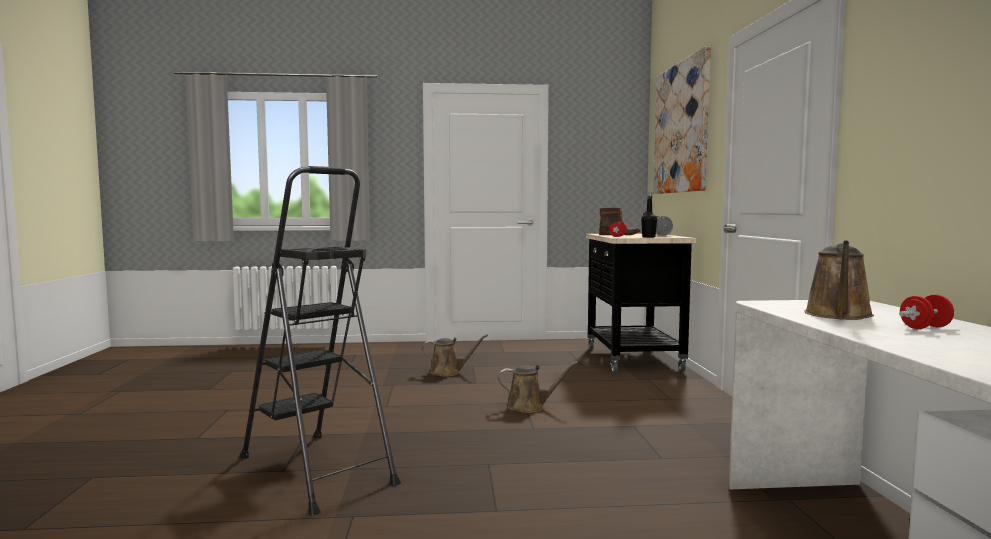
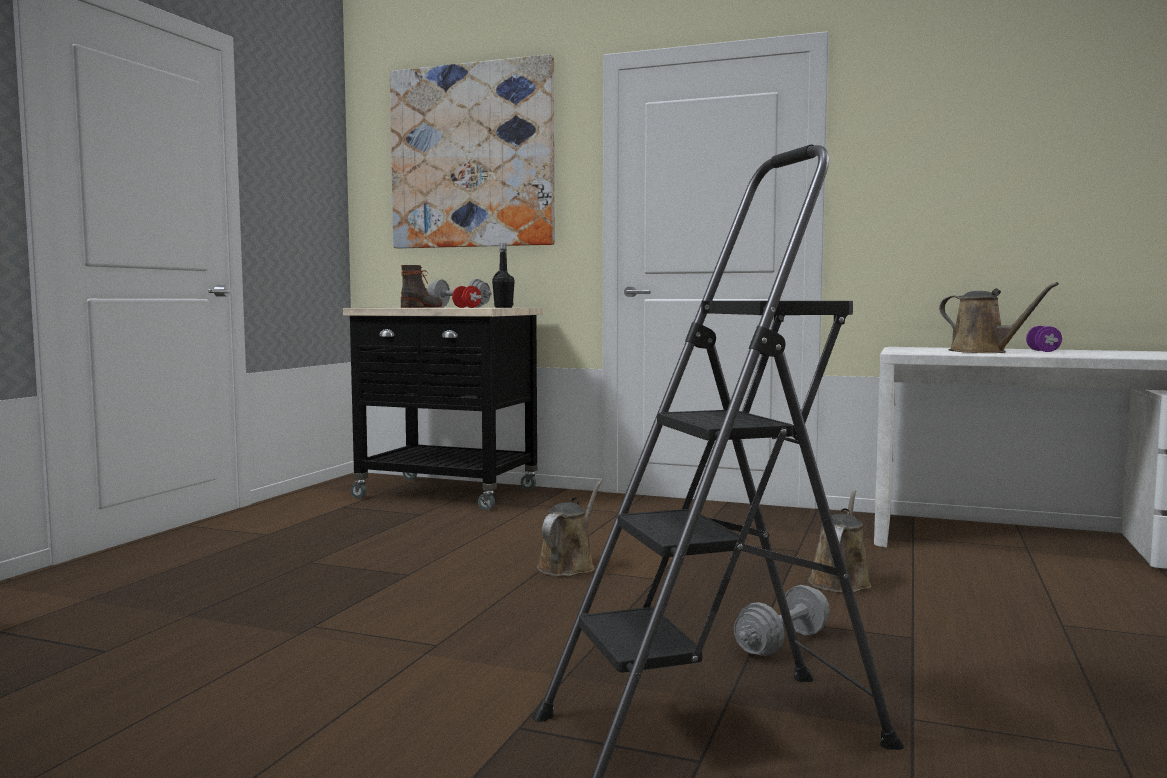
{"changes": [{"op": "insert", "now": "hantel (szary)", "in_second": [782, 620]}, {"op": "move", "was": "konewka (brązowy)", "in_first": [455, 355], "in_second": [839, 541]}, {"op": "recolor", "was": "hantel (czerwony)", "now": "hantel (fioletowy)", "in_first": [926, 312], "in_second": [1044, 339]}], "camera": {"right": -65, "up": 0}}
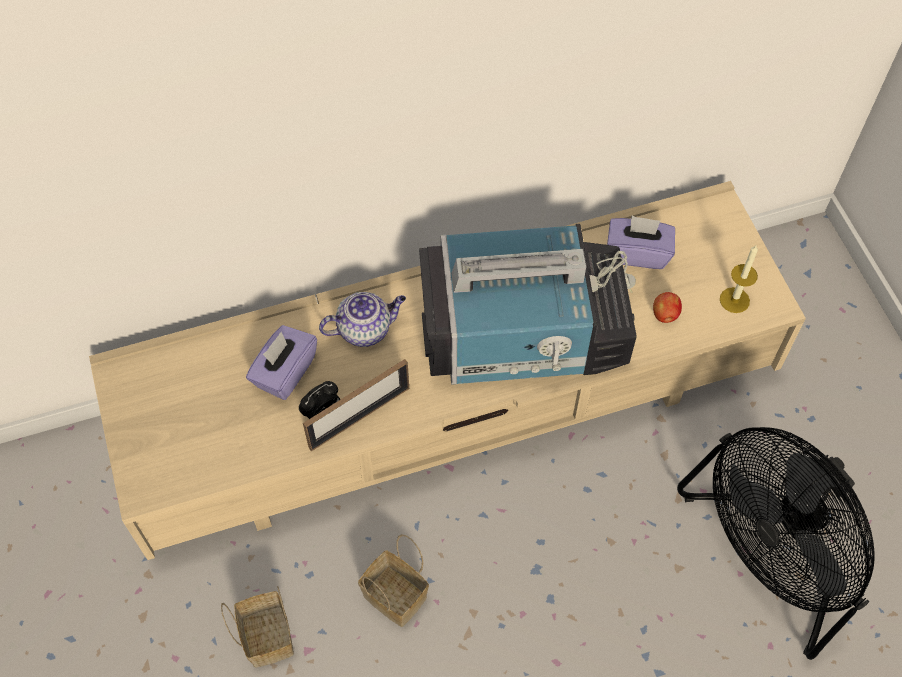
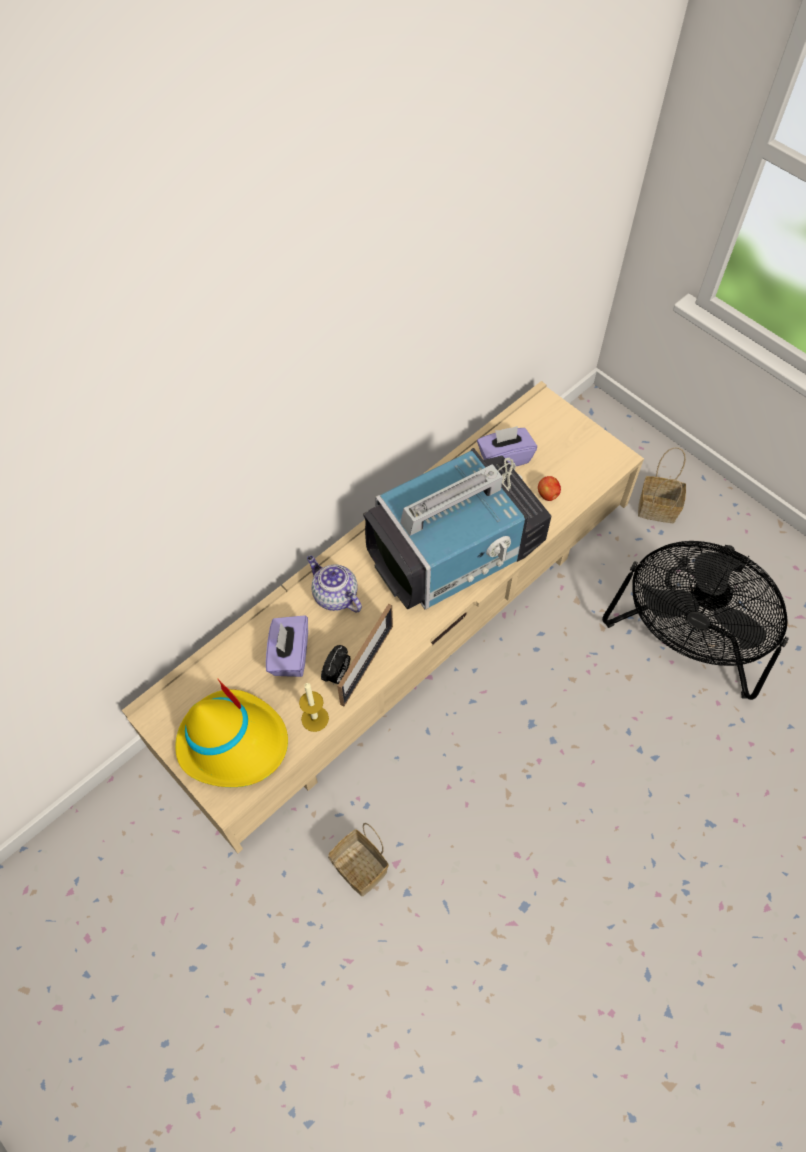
{"changes": [{"op": "insert", "now": "kapelusz (żółty)", "in_second": [231, 732]}, {"op": "move", "was": "świeca", "in_first": [739, 279], "in_second": [314, 707]}, {"op": "rotate", "was": "imbryk", "in_first": [362, 319], "in_second": [334, 584], "clockwise": -90}, {"op": "move", "was": "koszyk", "in_first": [393, 580], "in_second": [662, 485]}], "camera": {"right": -25, "up": 0}}
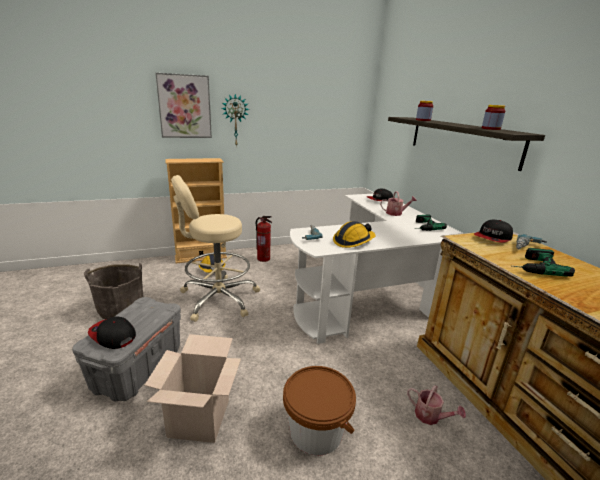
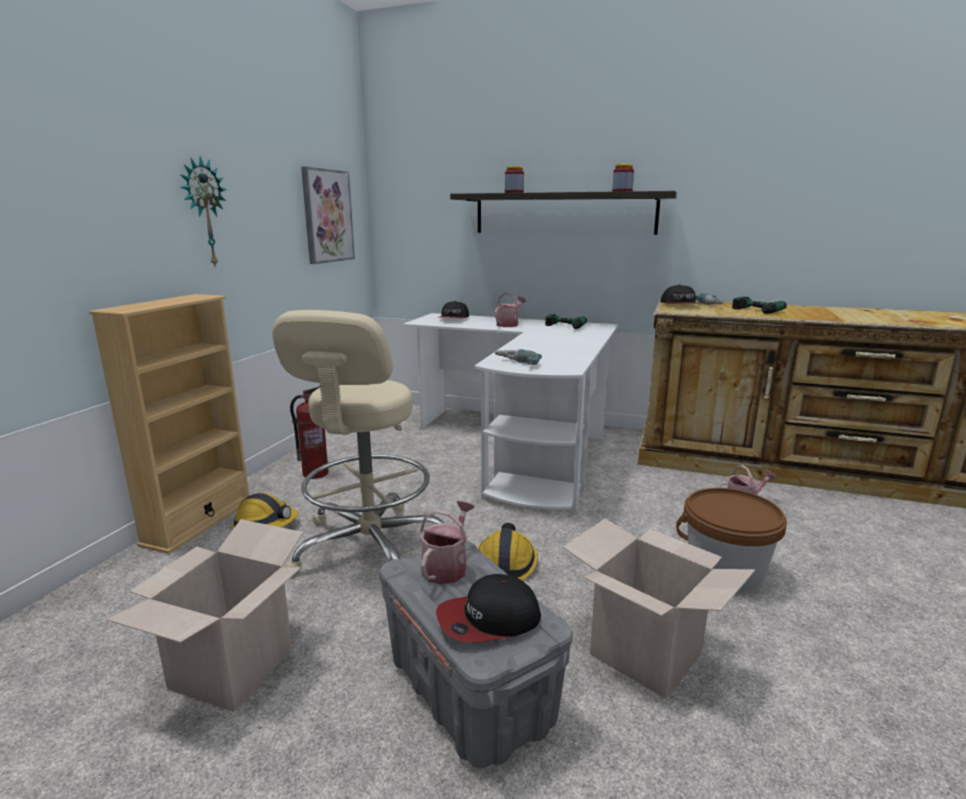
{"changes": [{"op": "replace", "was": "wiadro (szary)", "now": "karton", "in_first": [113, 291], "in_second": [205, 615]}, {"op": "move", "was": "obraz", "in_first": [183, 105], "in_second": [328, 215]}, {"op": "insert", "now": "konewka", "in_second": [447, 543]}, {"op": "move", "was": "kask", "in_first": [354, 234], "in_second": [507, 551]}], "camera": {"right": -50, "up": -5}}
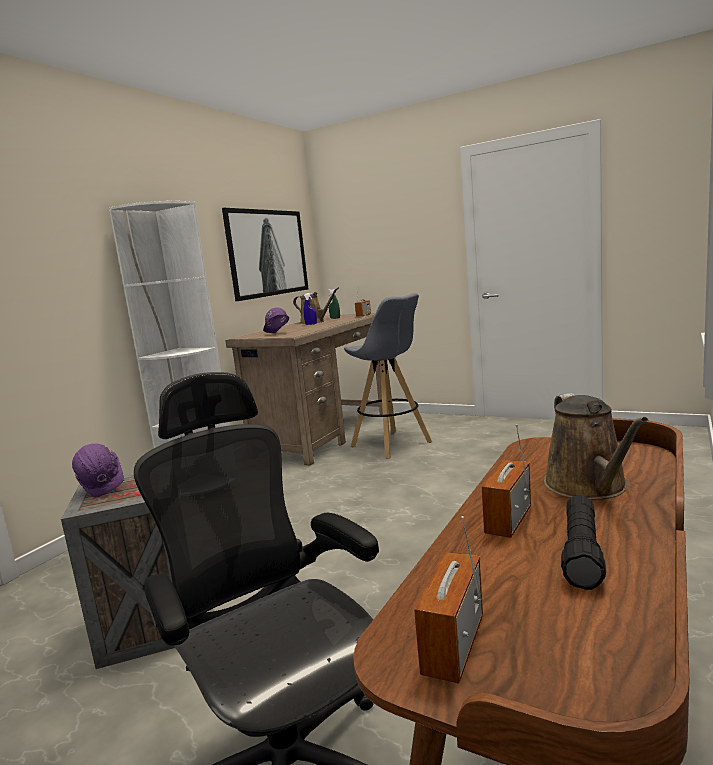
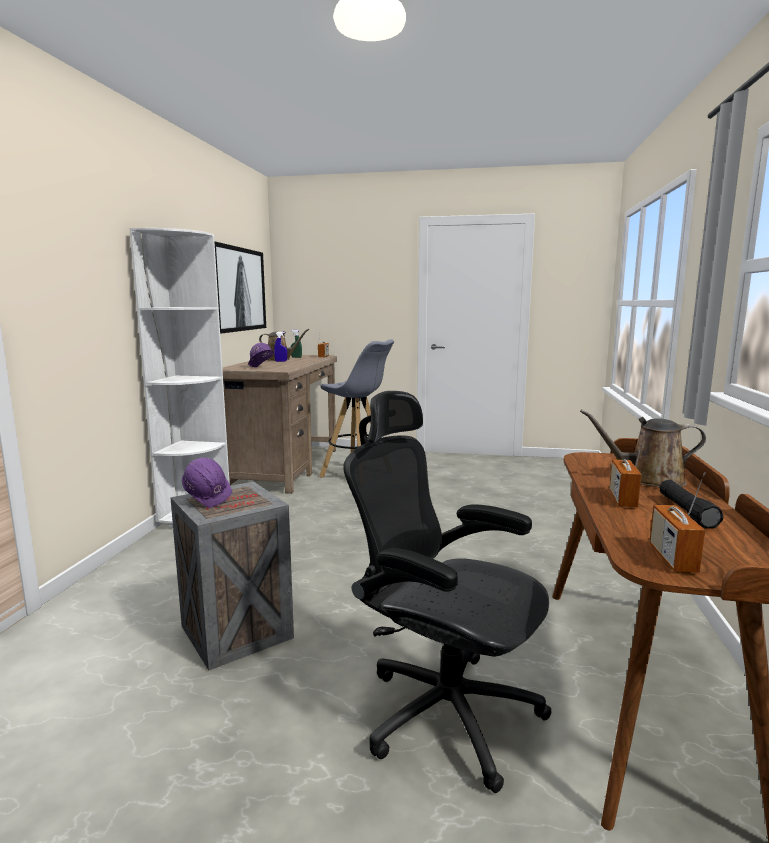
{"changes": [{"op": "rotate", "was": "konewka (brązowy)", "in_first": [596, 446], "in_second": [643, 448], "clockwise": 120}], "camera": {"right": -20, "up": 0}}
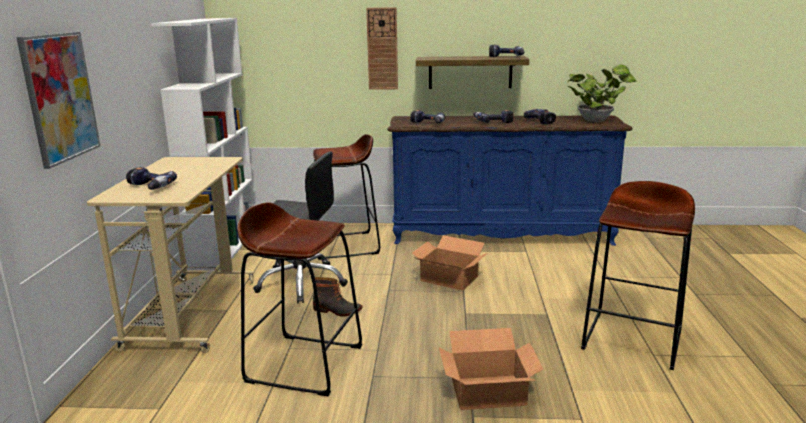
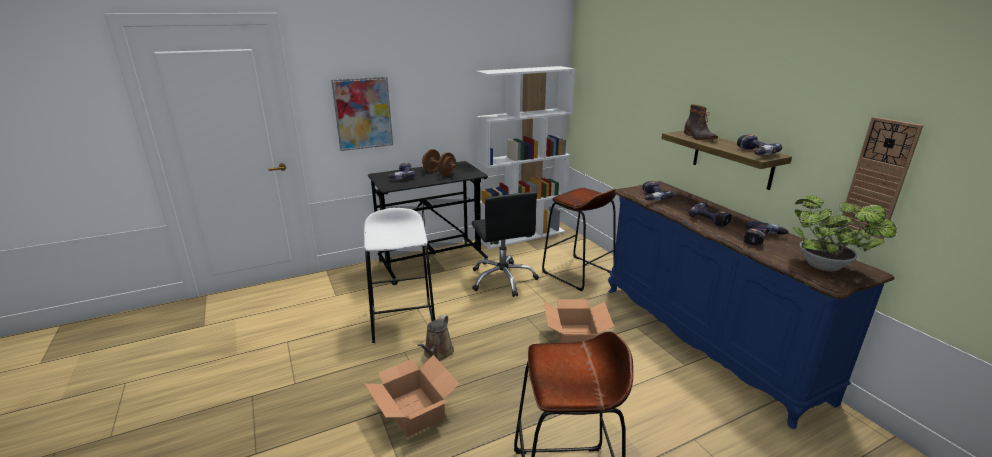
{"changes": [{"op": "recolor", "was": "stołek (brązowy)", "now": "stołek (biały)", "in_first": [300, 299], "in_second": [399, 275]}, {"op": "recolor", "was": "biurko (beżowy)", "now": "biurko (czarny)", "in_first": [170, 255], "in_second": [428, 223]}, {"op": "insert", "now": "konewka (brązowy)", "in_second": [435, 338]}, {"op": "insert", "now": "hantel (brązowy)", "in_second": [439, 162]}, {"op": "move", "was": "but z cholewką", "in_first": [338, 296], "in_second": [701, 122]}, {"op": "move", "was": "zegar ścienny", "in_first": [382, 48], "in_second": [883, 178]}], "camera": {"right": 60, "up": 5}}
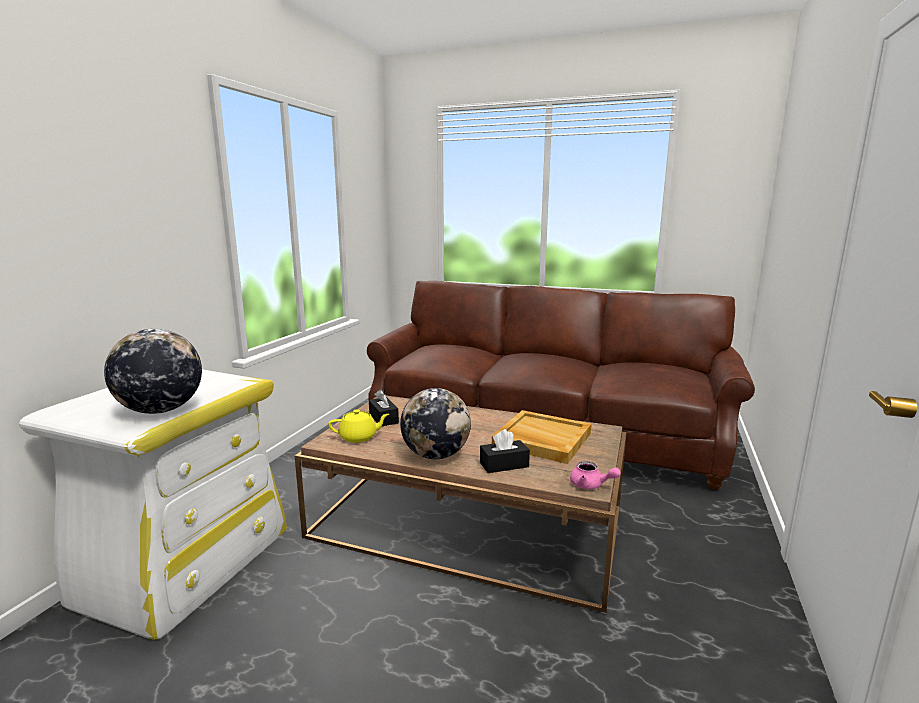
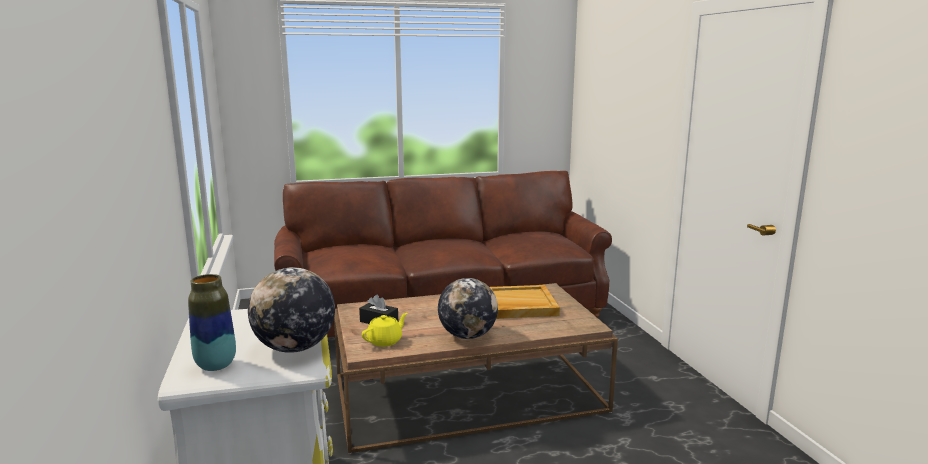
{"changes": [{"op": "insert", "now": "wazon", "in_second": [212, 322]}, {"op": "delete", "was": "pudełko chusteczek (czarny)", "in_first": [505, 451]}, {"op": "delete", "was": "imbryk (różowy)", "in_first": [595, 475]}], "camera": {"right": -35, "up": 0}}
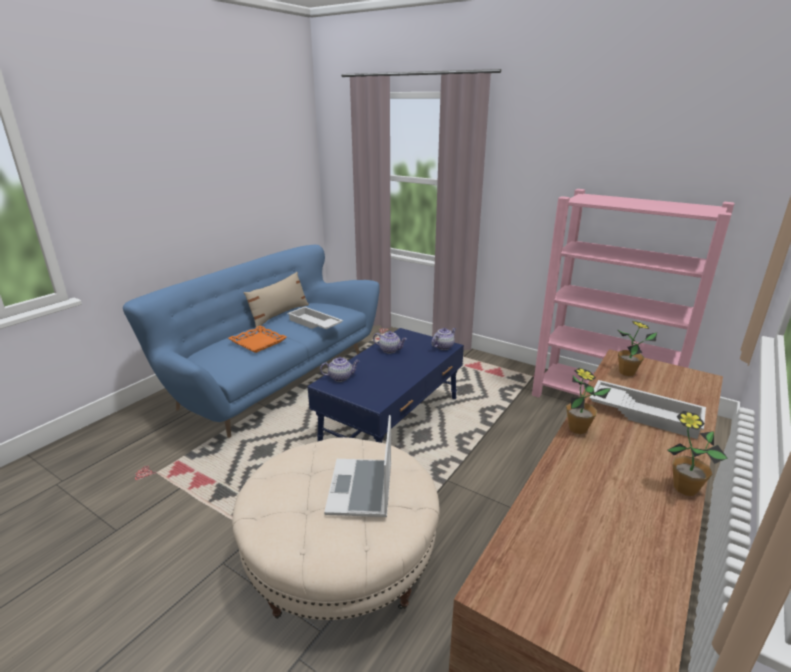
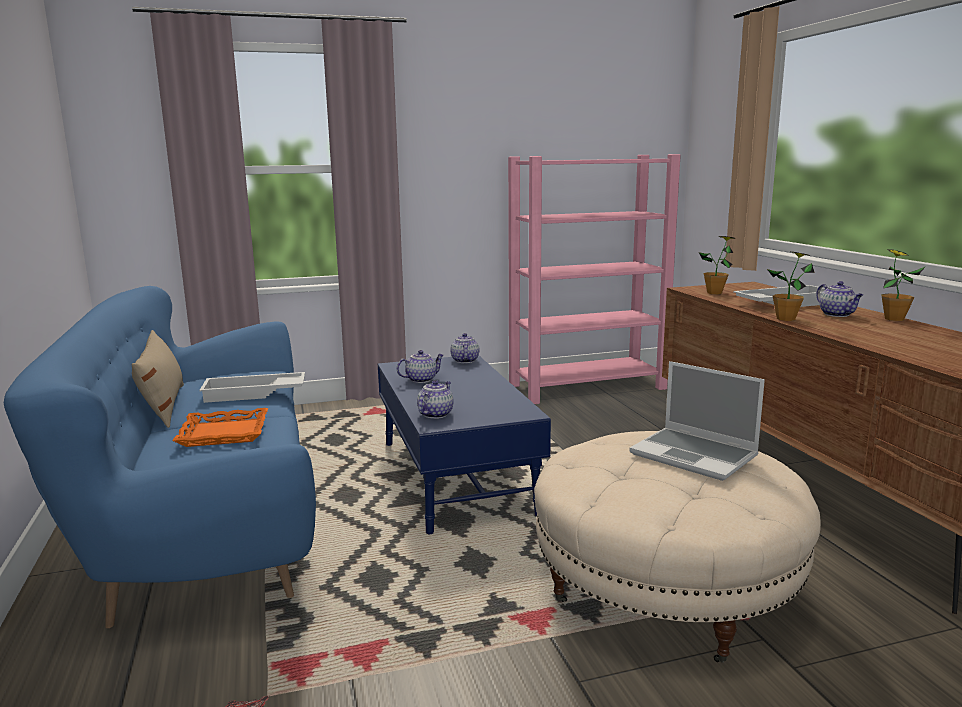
{"changes": [{"op": "insert", "now": "imbryk", "in_second": [839, 299]}], "camera": {"right": -50, "up": -10}}
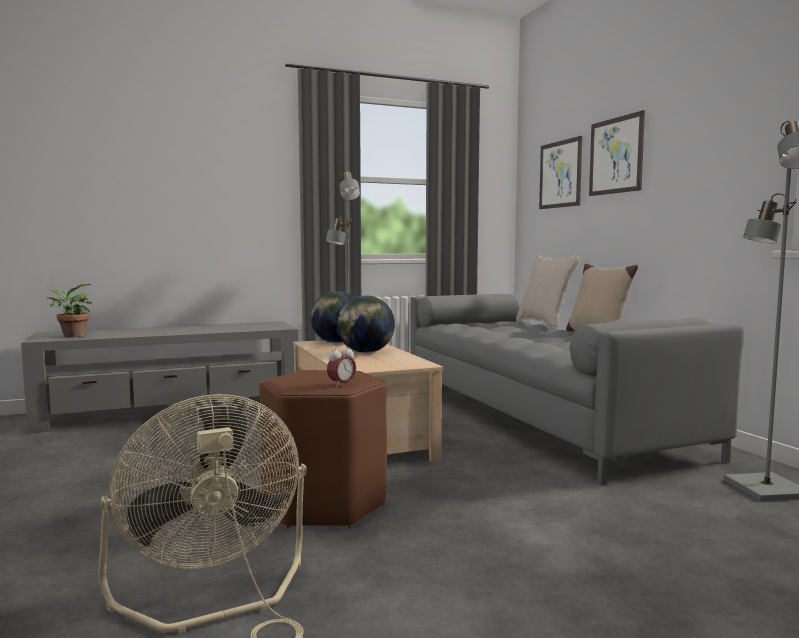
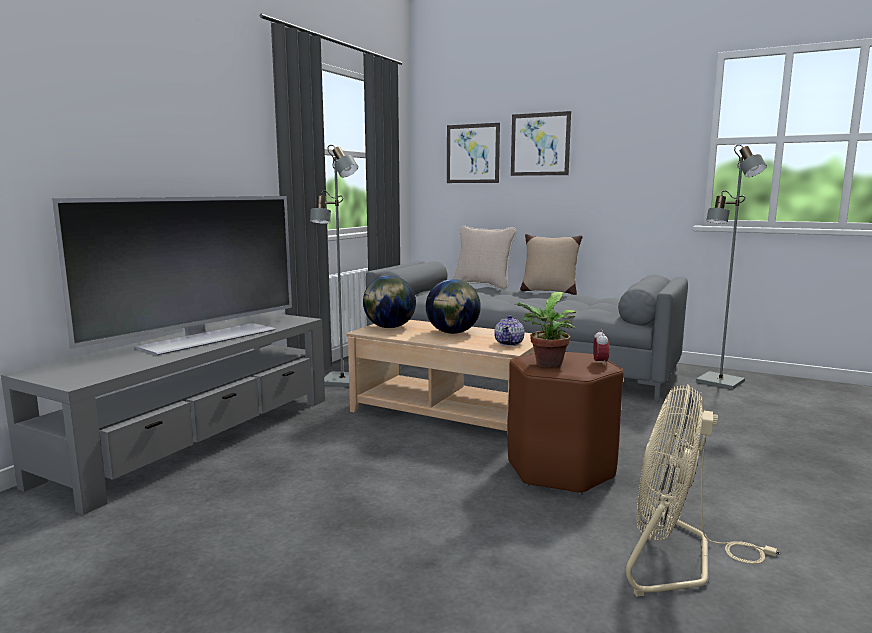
{"changes": [{"op": "insert", "now": "telewizor", "in_second": [171, 276]}, {"op": "insert", "now": "imbryk", "in_second": [509, 330]}, {"op": "move", "was": "roślina doniczkowa", "in_first": [69, 310], "in_second": [545, 330]}], "camera": {"right": -40, "up": 5}}
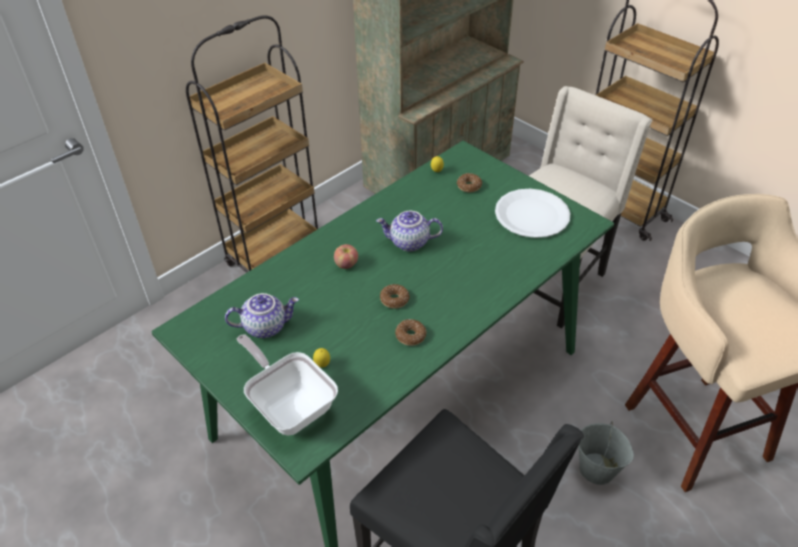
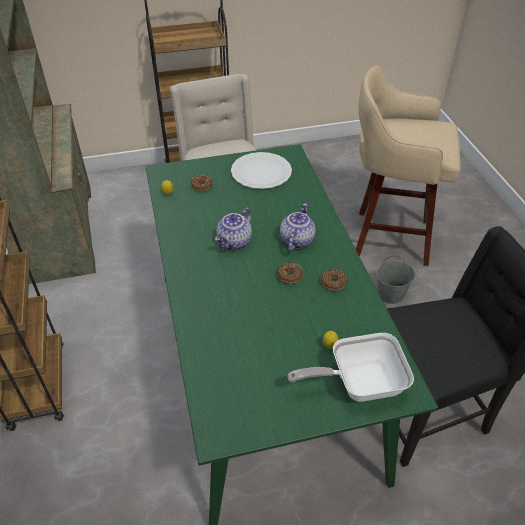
{"changes": [{"op": "move", "was": "imbryk", "in_first": [262, 315], "in_second": [298, 227]}, {"op": "delete", "was": "jabłko", "in_first": [346, 256]}], "camera": {"right": -60, "up": 0}}
